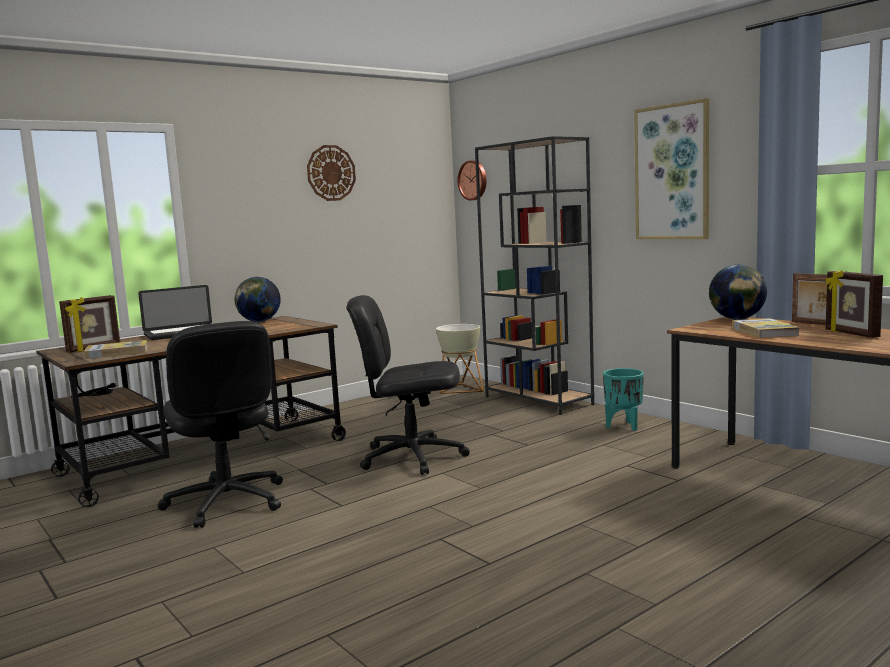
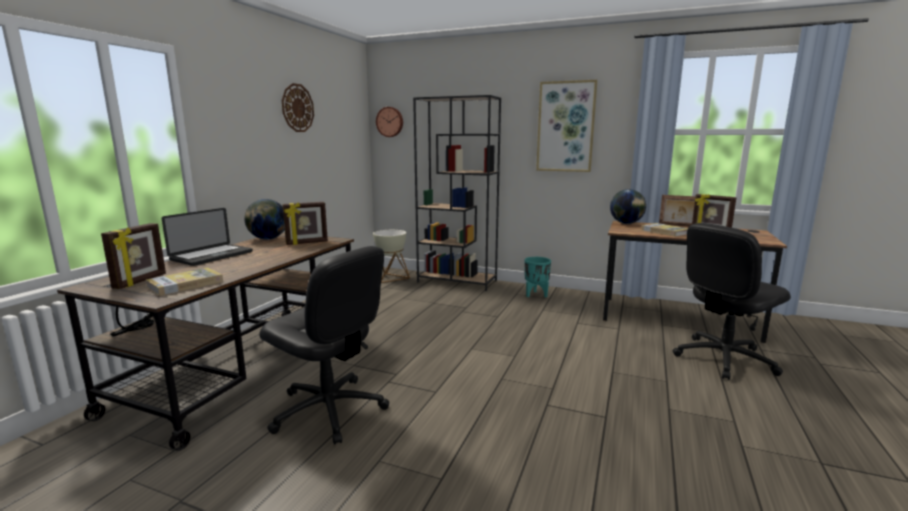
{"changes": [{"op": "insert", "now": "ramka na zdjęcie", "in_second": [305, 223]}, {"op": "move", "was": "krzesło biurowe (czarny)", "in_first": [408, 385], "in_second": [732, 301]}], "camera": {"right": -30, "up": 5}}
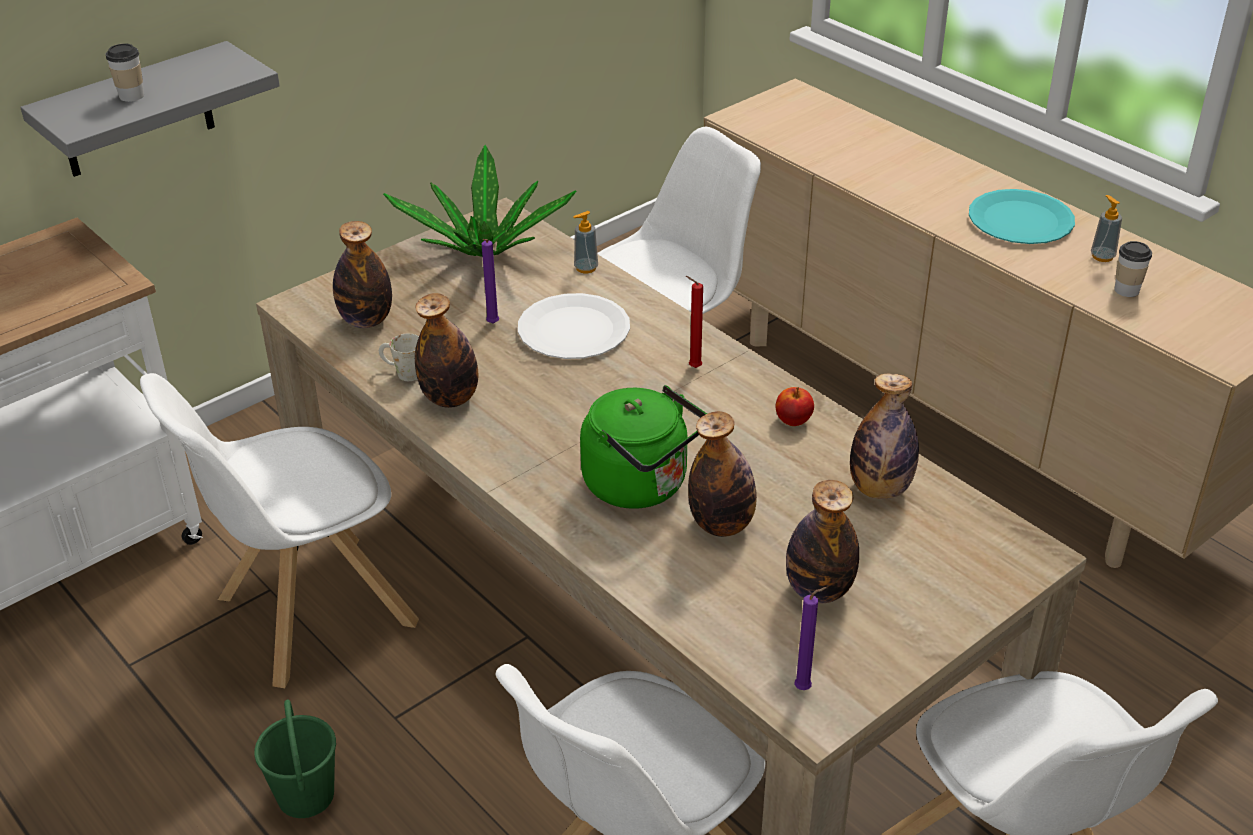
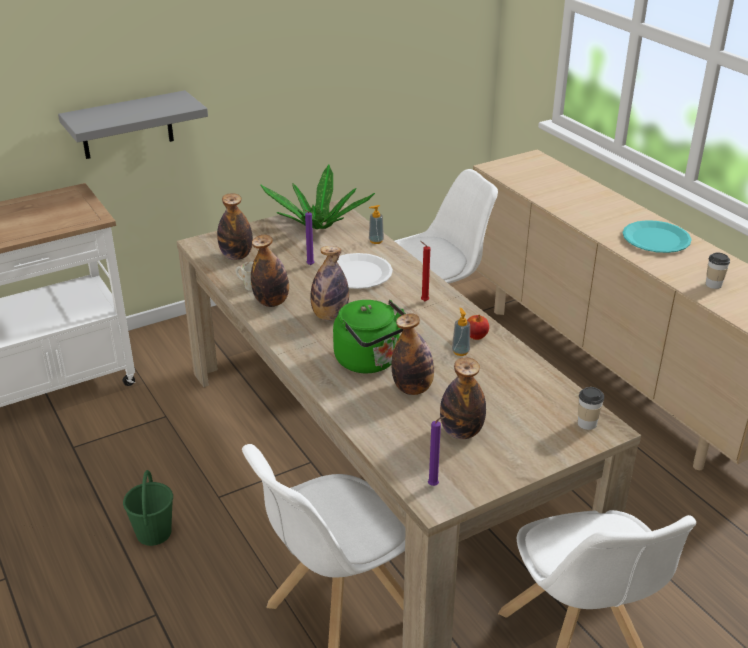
{"changes": [{"op": "move", "was": "butelka", "in_first": [884, 436], "in_second": [329, 283]}, {"op": "move", "was": "dozownik mydła", "in_first": [1106, 228], "in_second": [461, 332]}, {"op": "move", "was": "filiżanka", "in_first": [125, 73], "in_second": [591, 408]}, {"op": "delete", "was": "krzesło (biały)", "in_first": [279, 530]}], "camera": {"right": 10, "up": -5}}
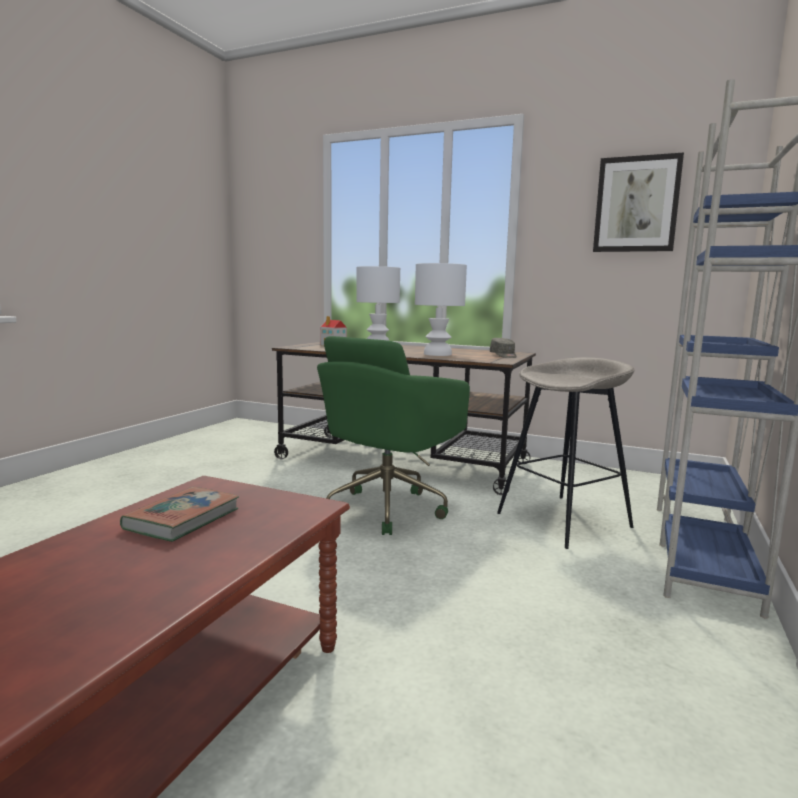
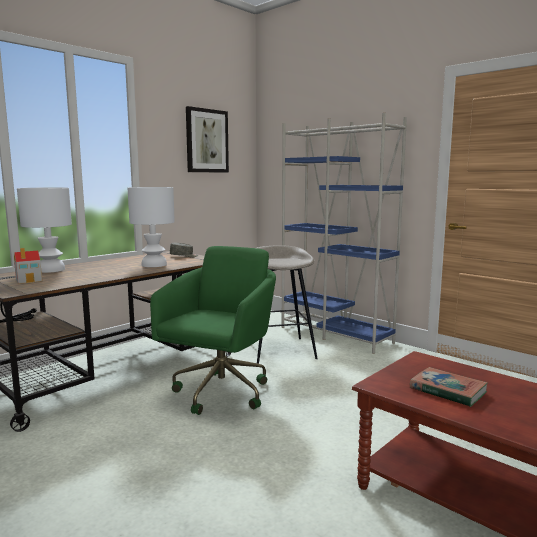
{"changes": [{"op": "rotate", "was": "krzesło biurowe (zielony)", "in_first": [393, 435], "in_second": [213, 330], "clockwise": -120}], "camera": {"right": -70, "up": 0}}
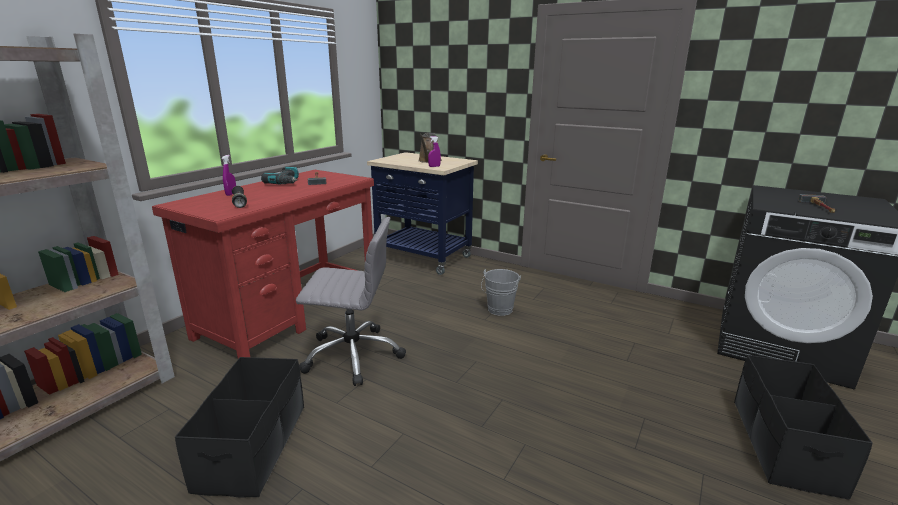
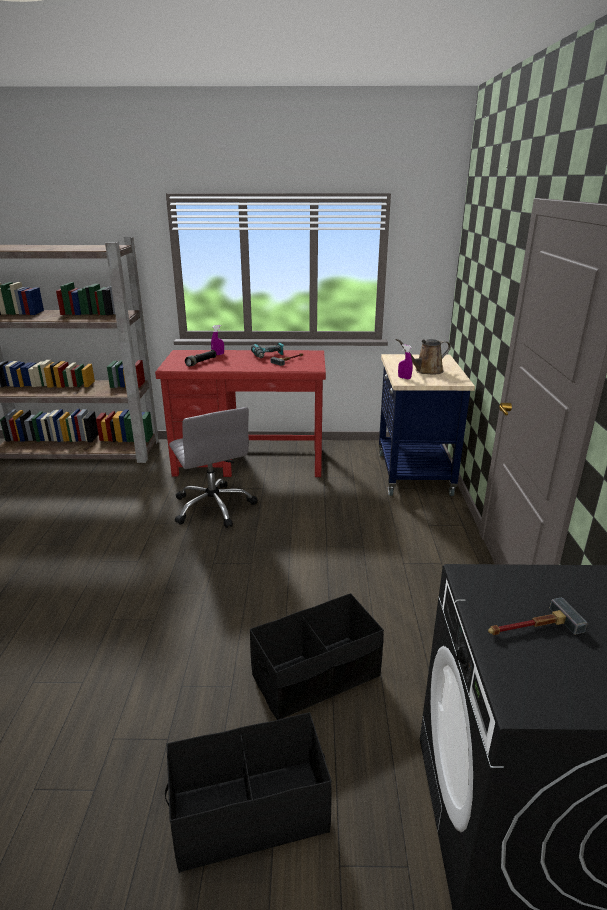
{"changes": [{"op": "move", "was": "pojemnik do przechowywania (czarny)", "in_first": [239, 427], "in_second": [317, 656]}, {"op": "delete", "was": "wiadro (szary)", "in_first": [501, 292]}], "camera": {"right": 60, "up": 5}}
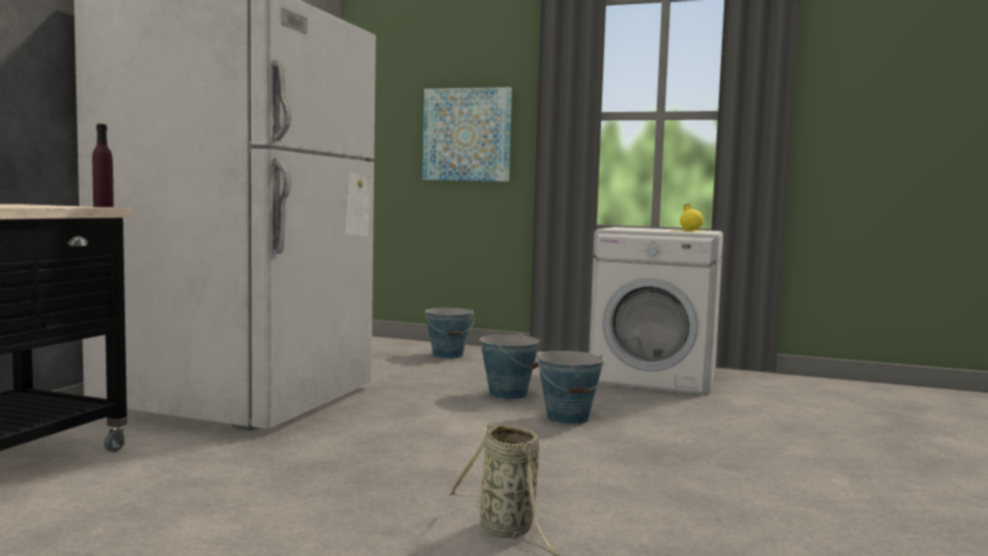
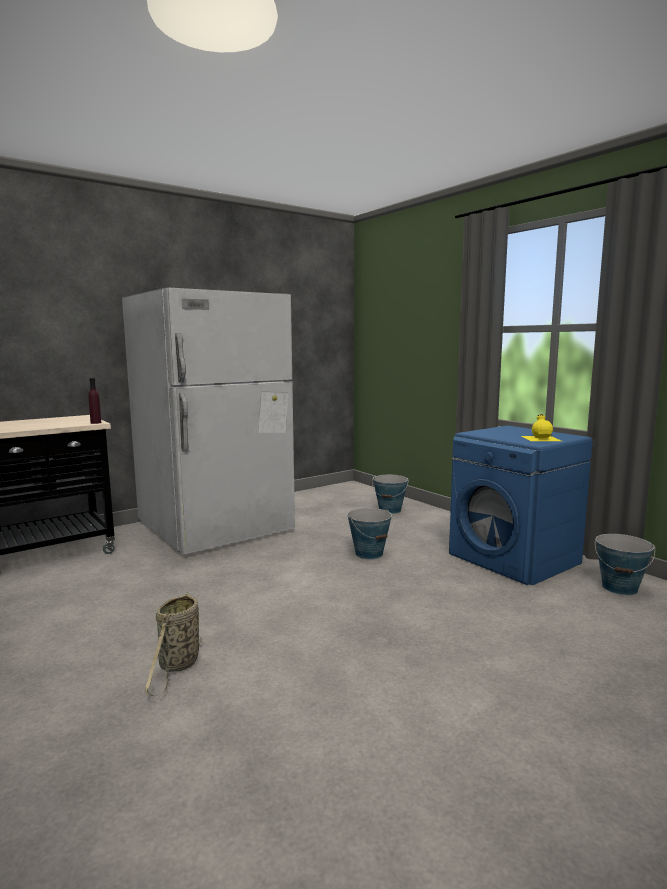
{"changes": [{"op": "recolor", "was": "pralka (biały)", "now": "pralka (niebieski)", "in_first": [656, 311], "in_second": [520, 505]}, {"op": "move", "was": "wiadro", "in_first": [571, 388], "in_second": [625, 564]}, {"op": "delete", "was": "obraz", "in_first": [467, 134]}], "camera": {"right": 35, "up": 5}}
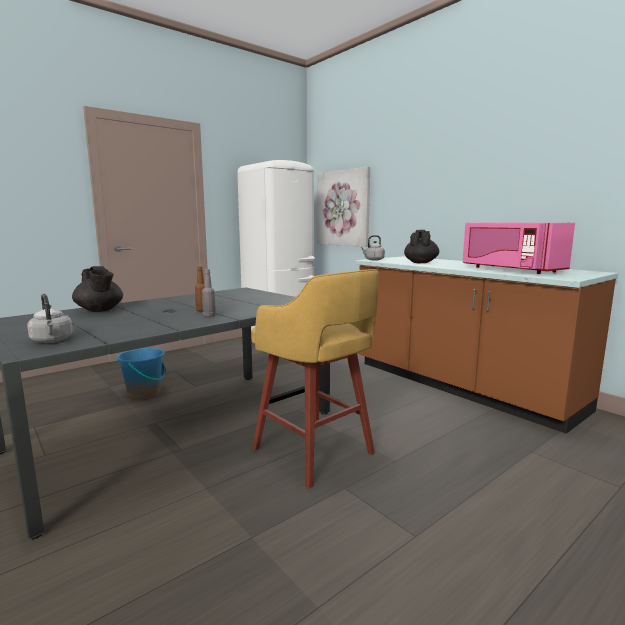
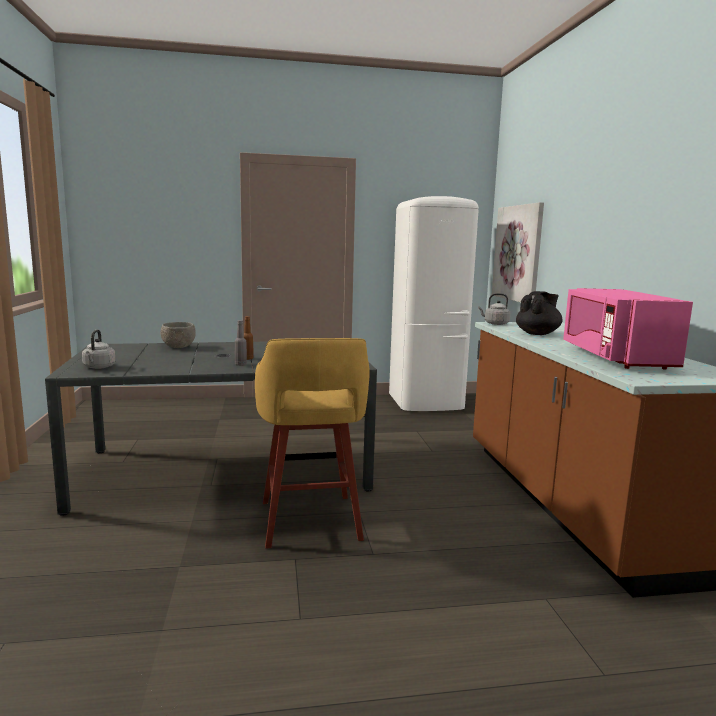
{"changes": [{"op": "replace", "was": "imbryk (czarny)", "now": "miska (szary)", "in_first": [97, 289], "in_second": [178, 335]}, {"op": "delete", "was": "wiadro (niebieski)", "in_first": [141, 373]}], "camera": {"right": 30, "up": 0}}
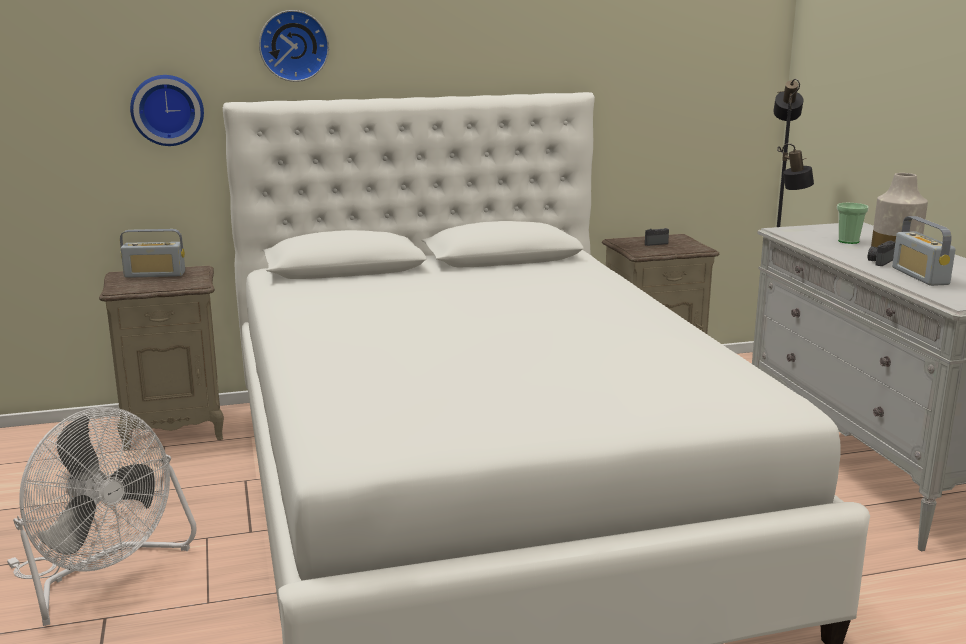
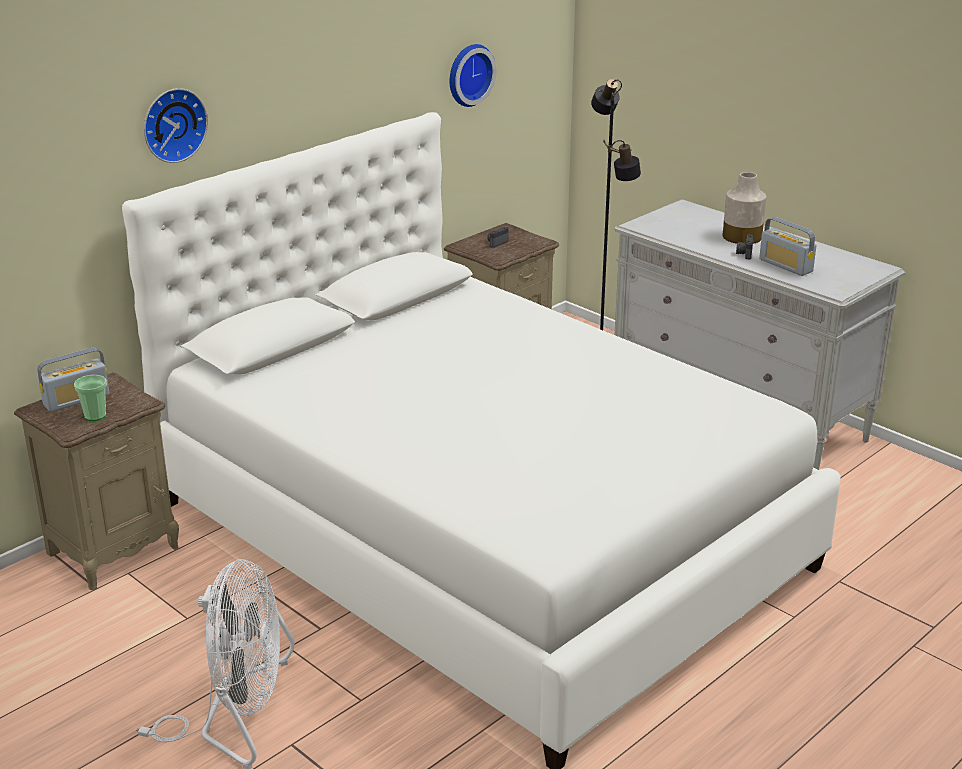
{"changes": [{"op": "move", "was": "filiżanka", "in_first": [853, 223], "in_second": [90, 398]}, {"op": "move", "was": "zegar ścienny", "in_first": [167, 110], "in_second": [473, 75]}], "camera": {"right": -30, "up": 10}}
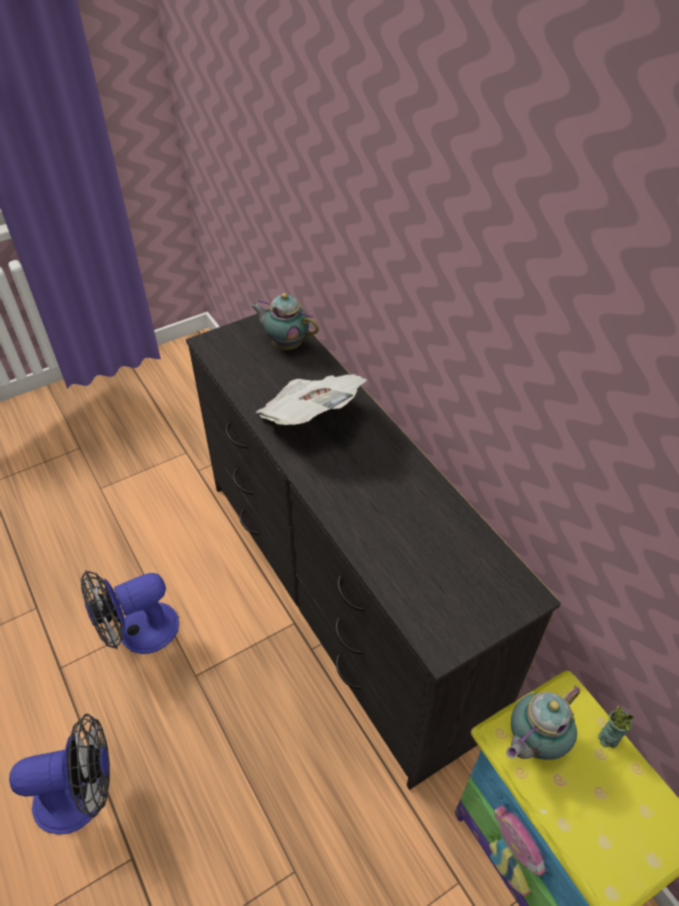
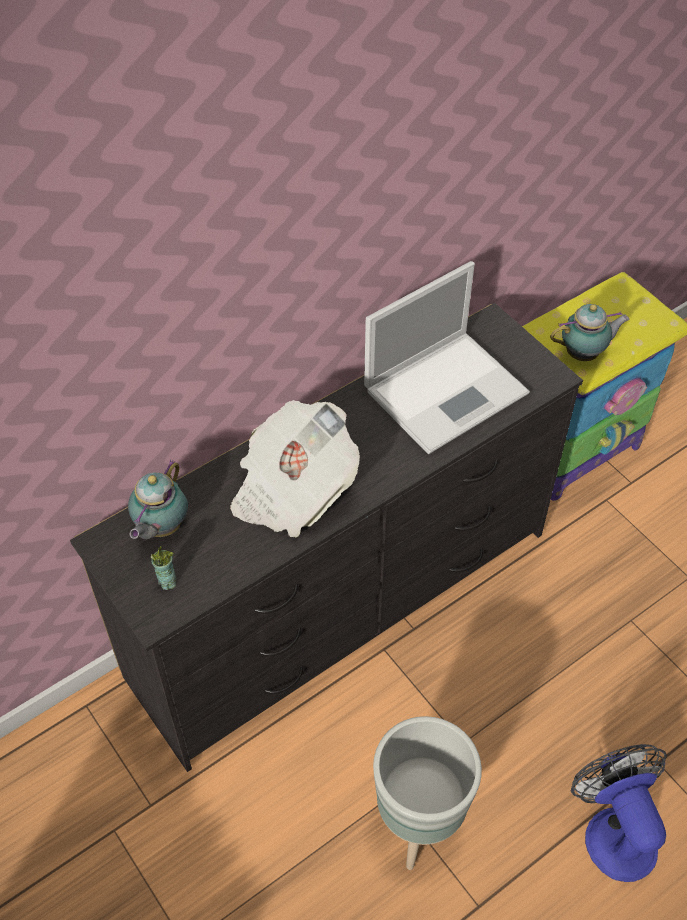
{"changes": [{"op": "move", "was": "filiżanka", "in_first": [616, 727], "in_second": [164, 568]}, {"op": "insert", "now": "laptop", "in_second": [447, 357]}, {"op": "replace", "was": "wentylator", "now": "donica (szary)", "in_first": [130, 612], "in_second": [427, 793]}, {"op": "rotate", "was": "imbryk", "in_first": [543, 722], "in_second": [590, 332], "clockwise": -60}], "camera": {"right": -95, "up": 5}}
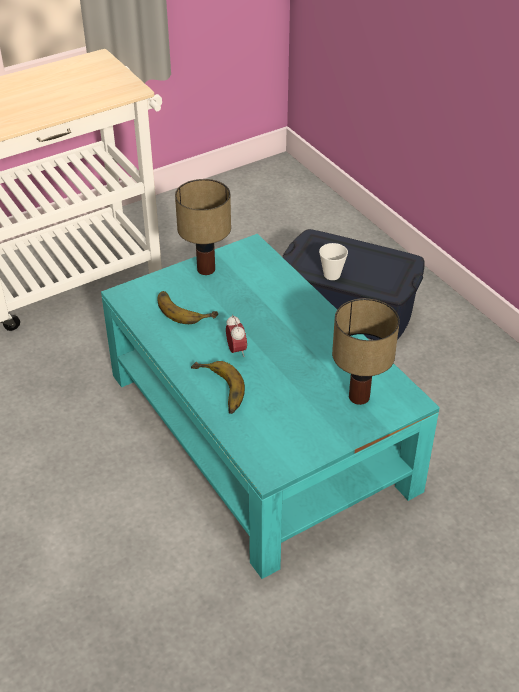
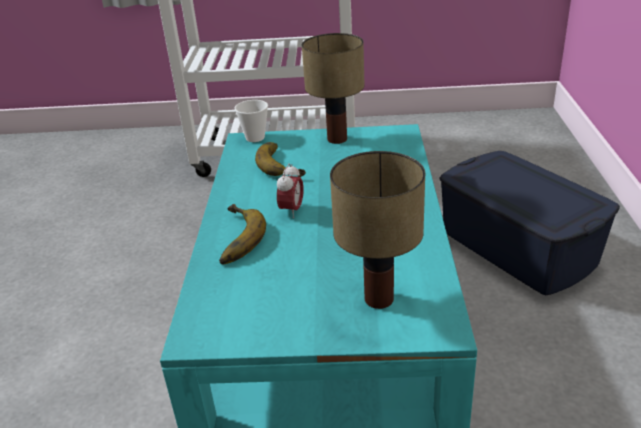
{"changes": [{"op": "move", "was": "filiżanka", "in_first": [333, 261], "in_second": [251, 121]}], "camera": {"right": 35, "up": -10}}
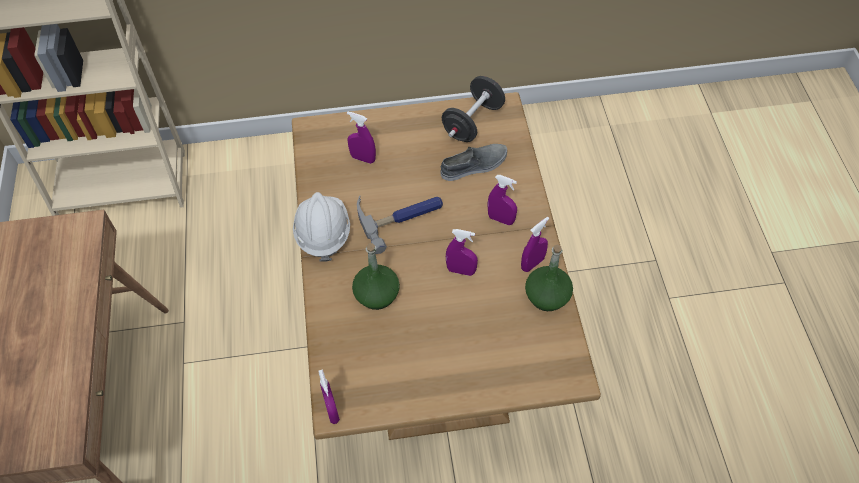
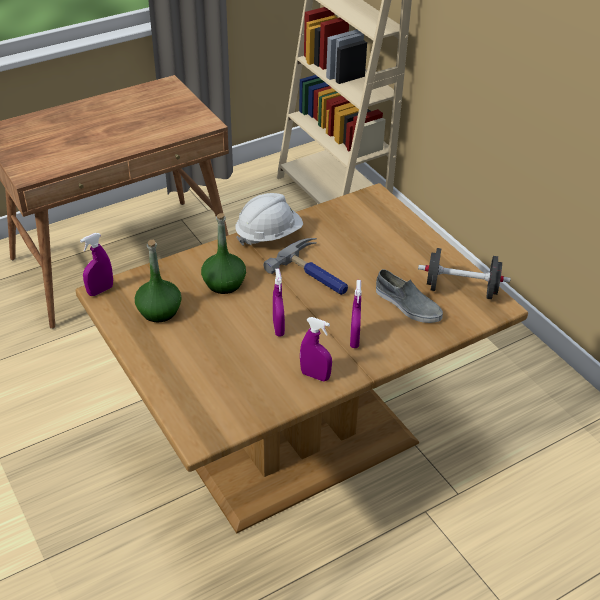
{"changes": [{"op": "move", "was": "butelka (zielony)", "in_first": [549, 278], "in_second": [158, 281]}, {"op": "delete", "was": "spryskiwacz (fioletowy)", "in_first": [361, 137]}], "camera": {"right": 65, "up": -15}}
